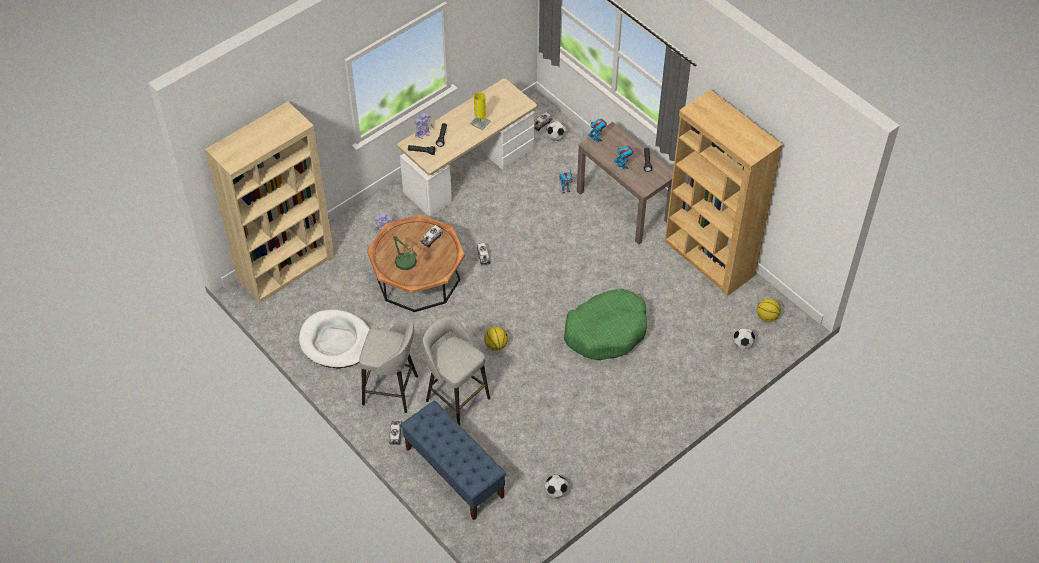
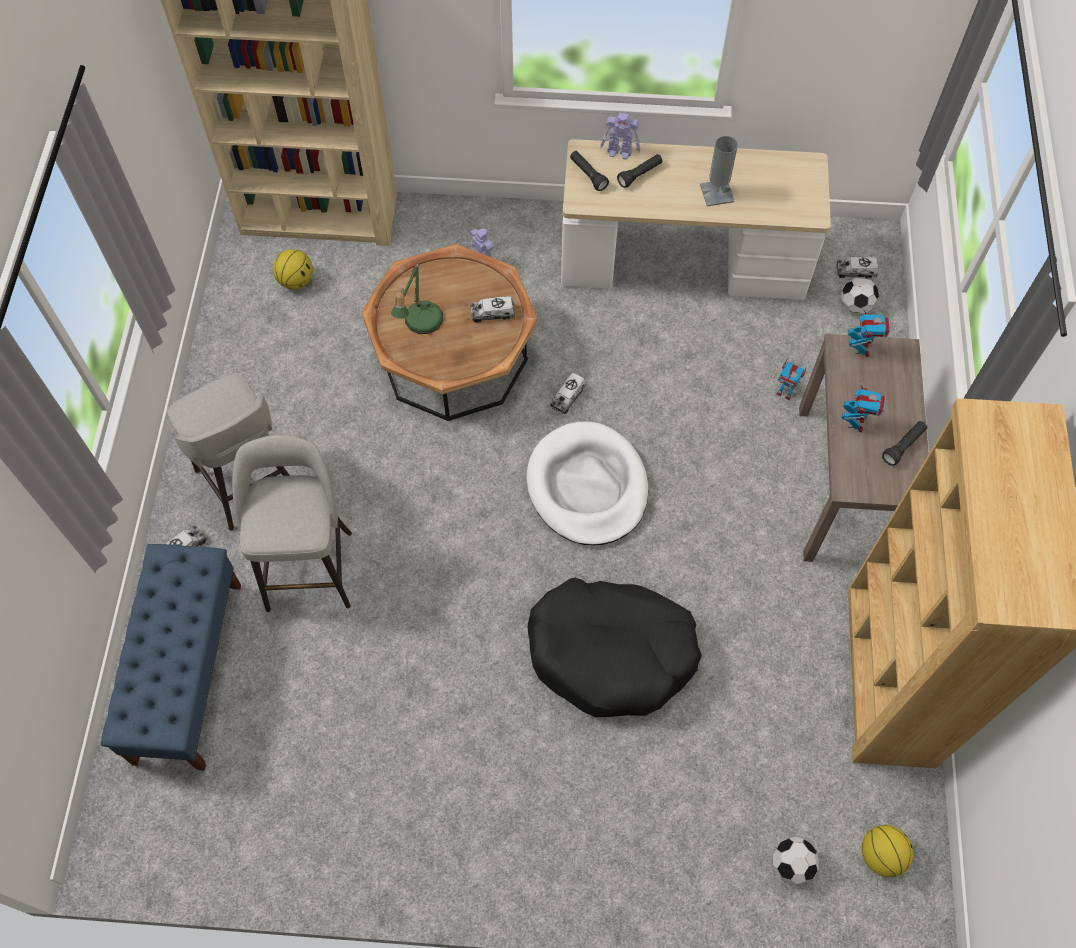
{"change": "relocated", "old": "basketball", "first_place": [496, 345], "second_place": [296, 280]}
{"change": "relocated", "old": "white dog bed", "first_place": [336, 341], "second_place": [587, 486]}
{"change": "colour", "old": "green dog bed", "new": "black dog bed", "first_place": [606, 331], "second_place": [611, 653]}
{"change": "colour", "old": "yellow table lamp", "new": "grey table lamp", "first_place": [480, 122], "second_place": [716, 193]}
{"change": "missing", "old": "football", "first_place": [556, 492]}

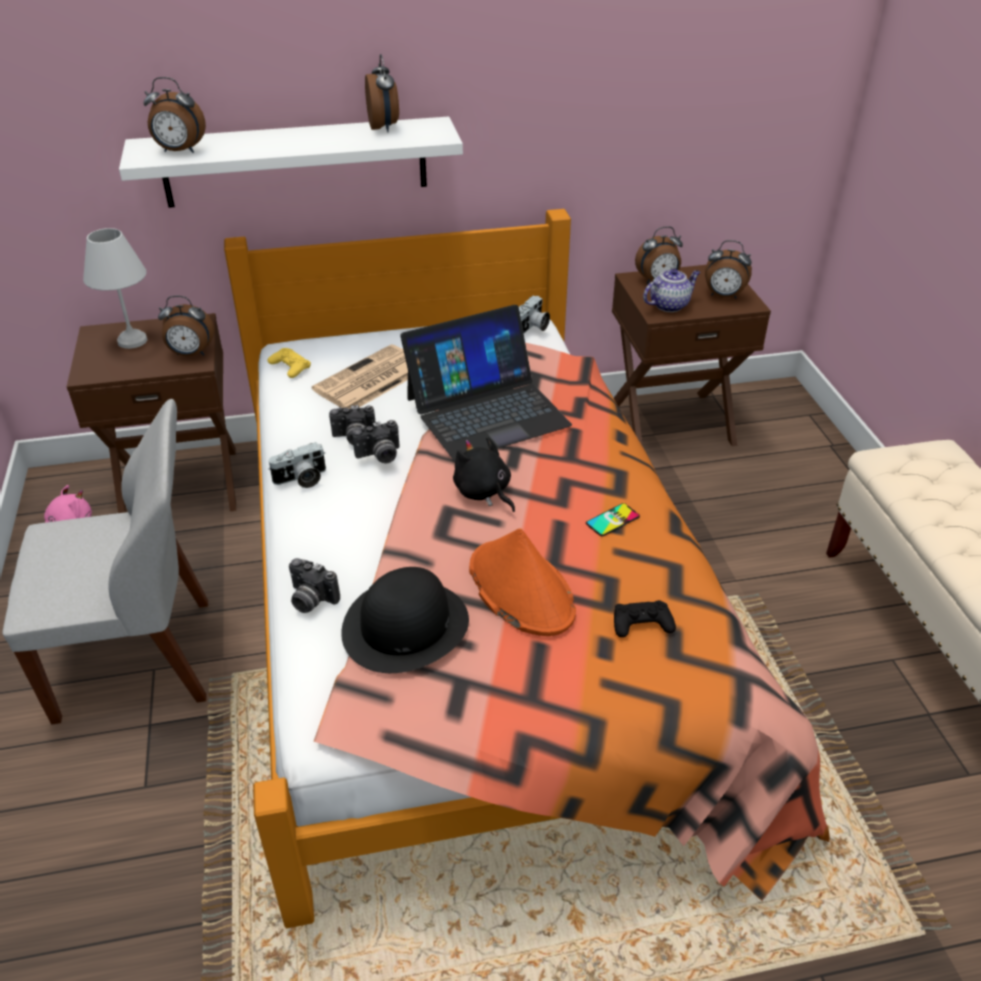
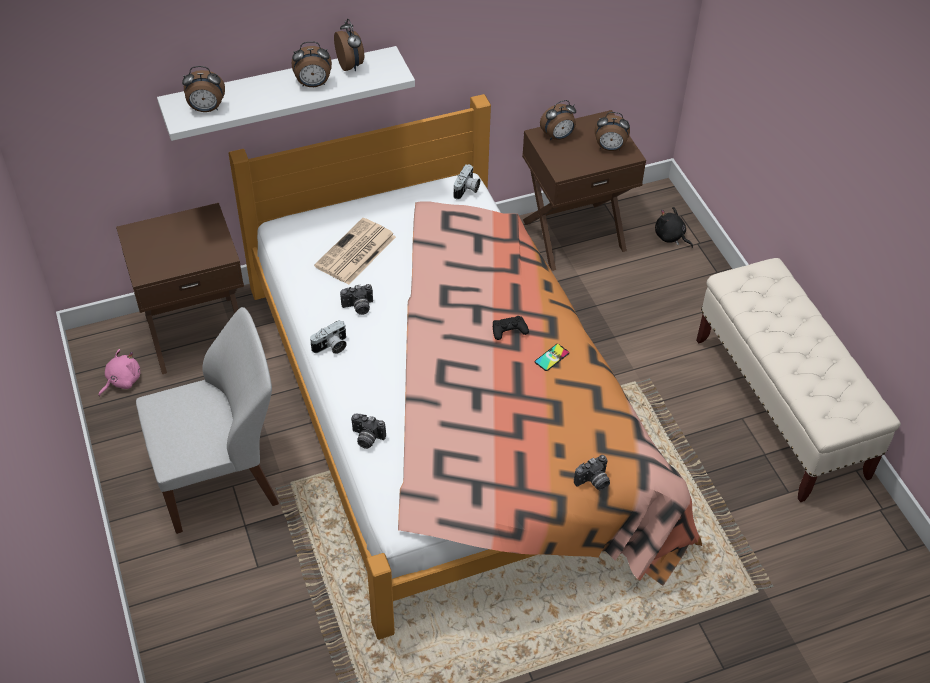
{"change": "relocated", "old": "alarm clock", "first_place": [191, 354], "second_place": [313, 84]}
{"change": "relocated", "old": "black game controller", "first_place": [642, 623], "second_place": [509, 330]}
{"change": "relocated", "old": "photo camera", "first_place": [380, 456], "second_place": [593, 482]}
{"change": "relocated", "old": "black plush toy", "first_place": [483, 492], "second_place": [670, 237]}
{"change": "missing", "old": "white table lamp", "first_place": [133, 340]}
{"change": "missing", "old": "yellow game controller", "first_place": [290, 367]}
{"change": "missing", "old": "black hat", "first_place": [405, 626]}
{"change": "missing", "old": "laptop", "first_place": [486, 411]}
{"change": "missing", "old": "orange hat", "first_place": [520, 589]}
{"change": "missing", "old": "teapot", "first_place": [669, 305]}

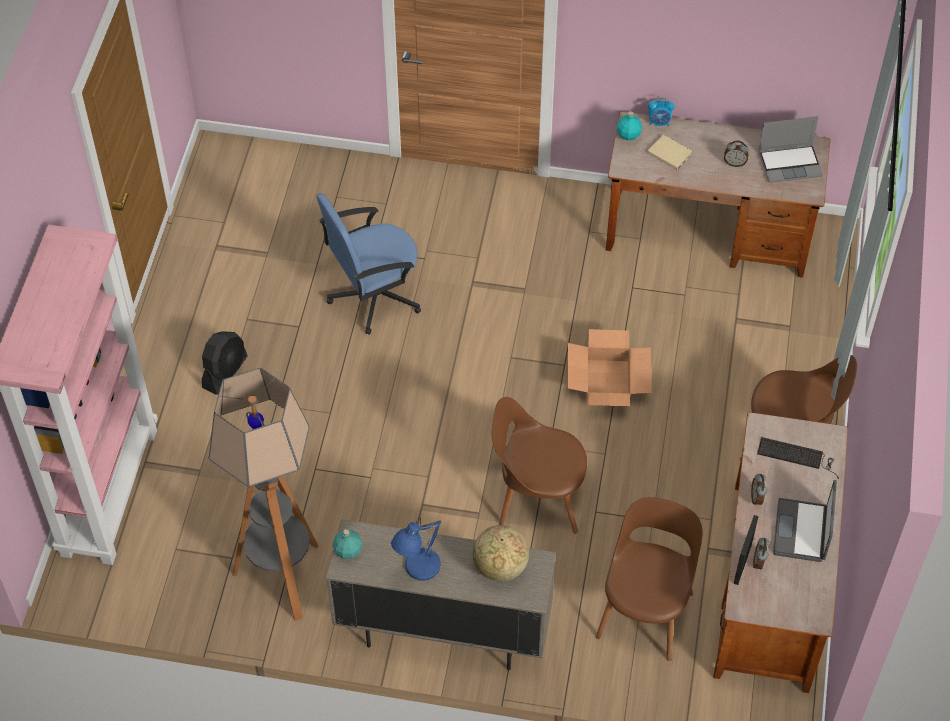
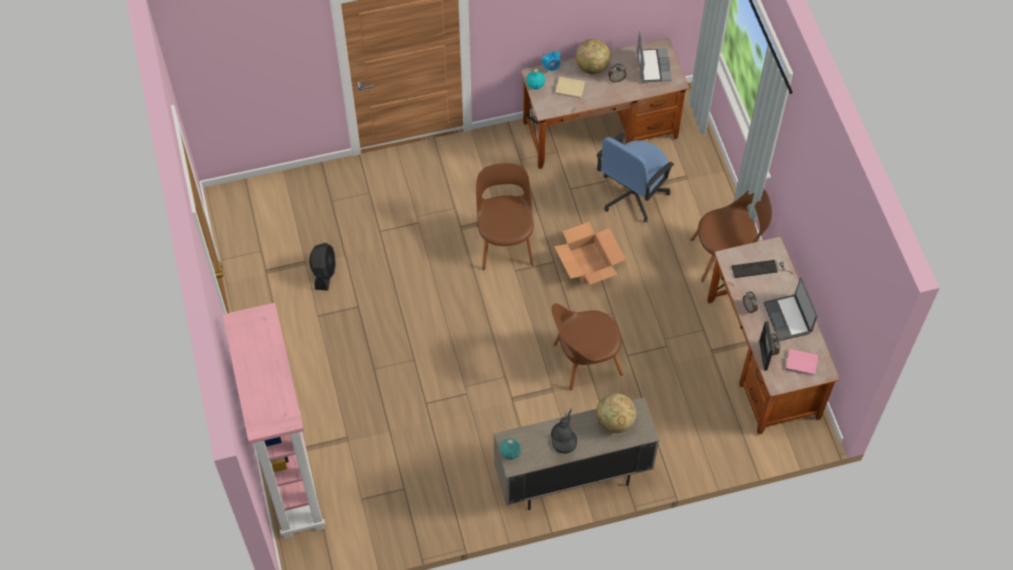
{"change": "relocated", "old": "black fan", "first_place": [225, 372], "second_place": [324, 272]}
{"change": "relocated", "old": "brown chair", "first_place": [646, 610], "second_place": [505, 241]}
{"change": "colour", "old": "blue table lamp", "new": "grey table lamp", "first_place": [419, 568], "second_place": [563, 445]}
{"change": "appeared", "new": "globe", "second_place": [592, 67]}
{"change": "relocated", "old": "blue office chair", "first_place": [373, 296], "second_place": [632, 194]}
{"change": "spun", "old": "laptop", "first_place": [790, 163], "second_place": [652, 66], "degrees": -60}
{"change": "appeared", "new": "pink book", "second_place": [802, 363]}
{"change": "missing", "old": "floor lamp", "first_place": [282, 577]}

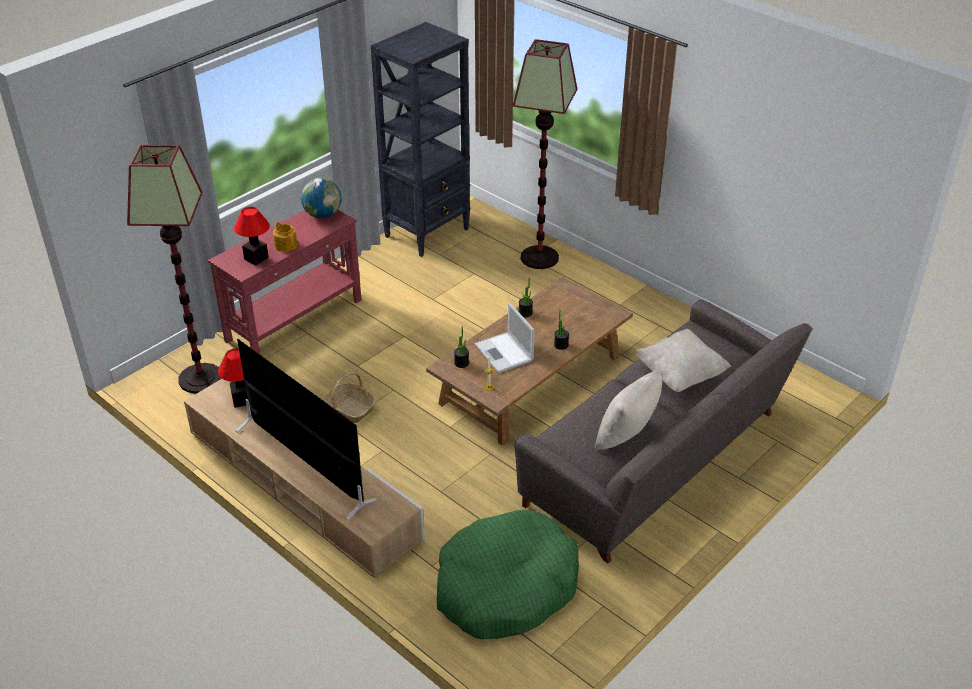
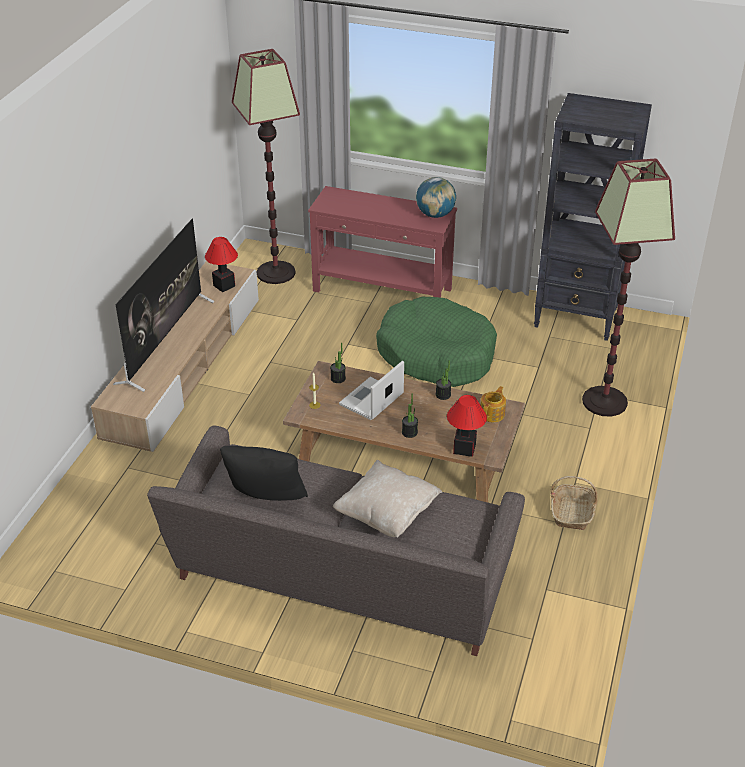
{"change": "colour", "old": "beige pillow", "new": "black pillow", "first_place": [627, 436], "second_place": [266, 499]}
{"change": "relocated", "old": "green dog bed", "first_place": [505, 587], "second_place": [436, 354]}
{"change": "relocated", "old": "table lamp", "first_place": [256, 258], "second_place": [464, 449]}
{"change": "relocated", "old": "teapot", "first_place": [286, 245], "second_place": [492, 414]}
{"change": "relocated", "old": "basket", "first_place": [350, 408], "second_place": [572, 512]}

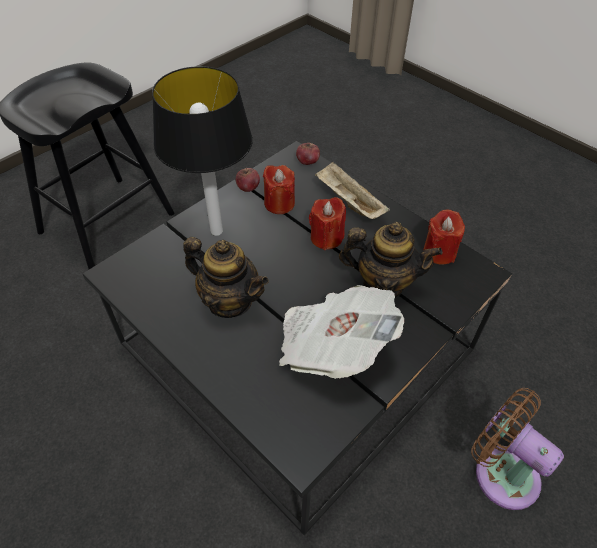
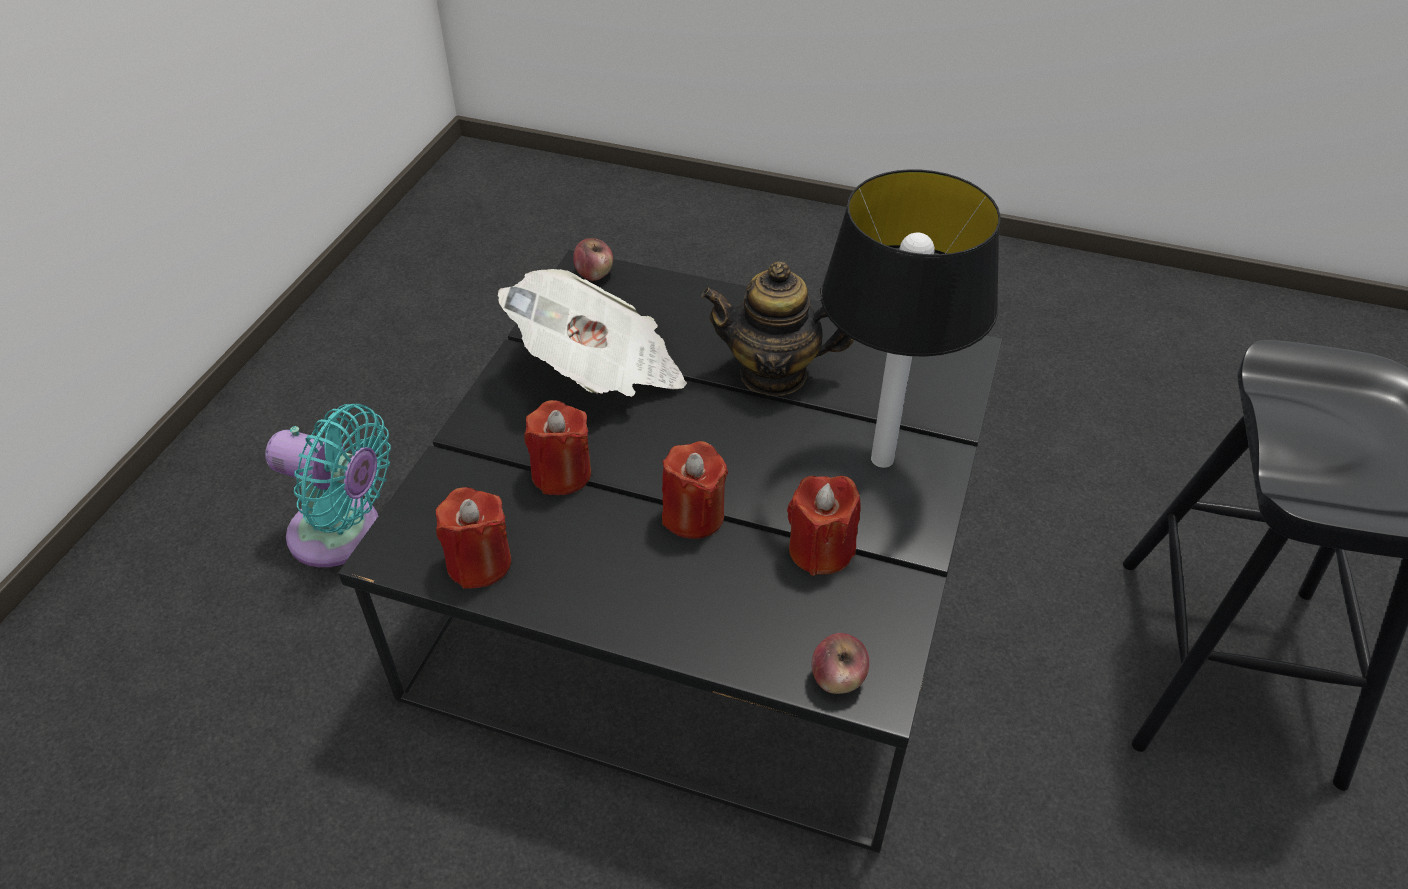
{"change": "colour", "old": "brown fan", "new": "turquoise fan", "first_place": [500, 471], "second_place": [343, 535]}
{"change": "exchanged", "old": "teapot", "new": "red candle", "first_place": [383, 283], "second_place": [561, 474]}
{"change": "relocated", "old": "apple", "first_place": [248, 187], "second_place": [594, 274]}
{"change": "missing", "old": "beige tray", "first_place": [348, 202]}

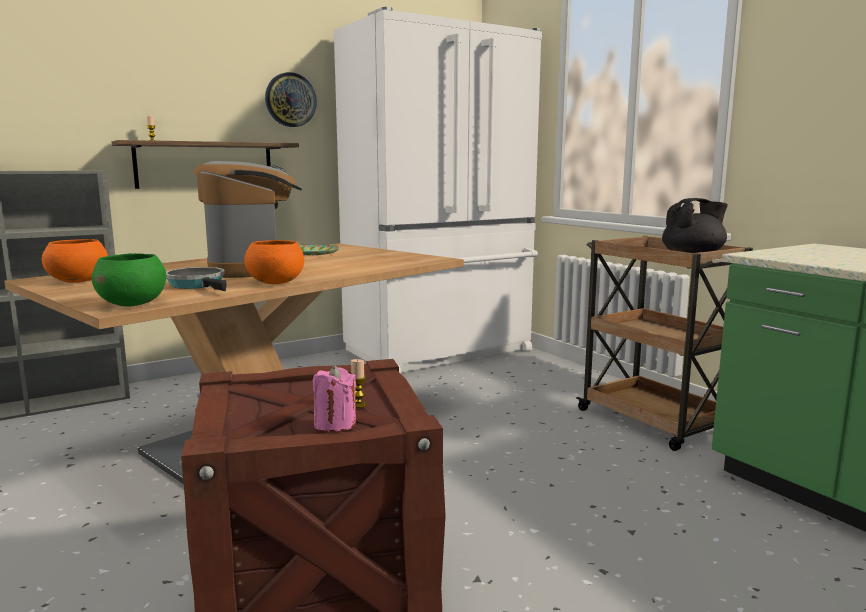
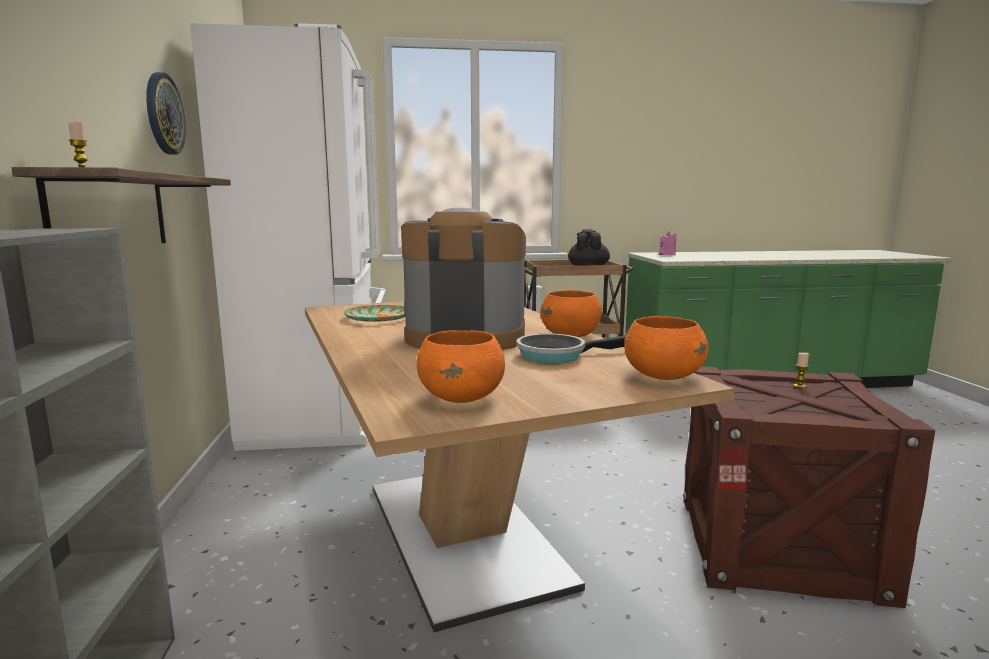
{"change": "colour", "old": "green bowl", "new": "orange bowl", "first_place": [133, 304], "second_place": [663, 376]}
{"change": "relocated", "old": "pink candle", "first_place": [335, 424], "second_place": [667, 255]}

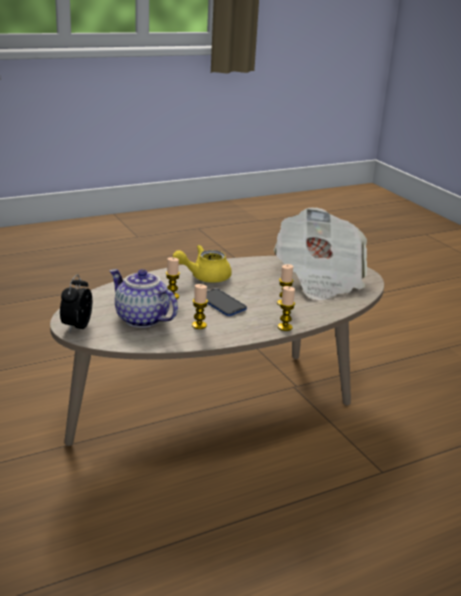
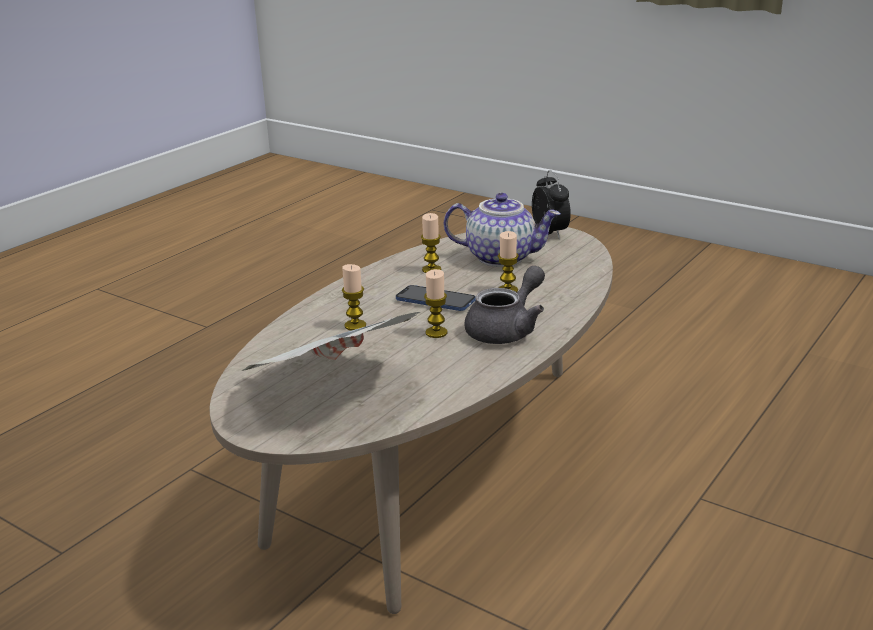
{"change": "relocated", "old": "candle", "first_place": [285, 327], "second_place": [436, 333]}
{"change": "colour", "old": "yellow teapot", "new": "grey teapot", "first_place": [204, 277], "second_place": [507, 330]}

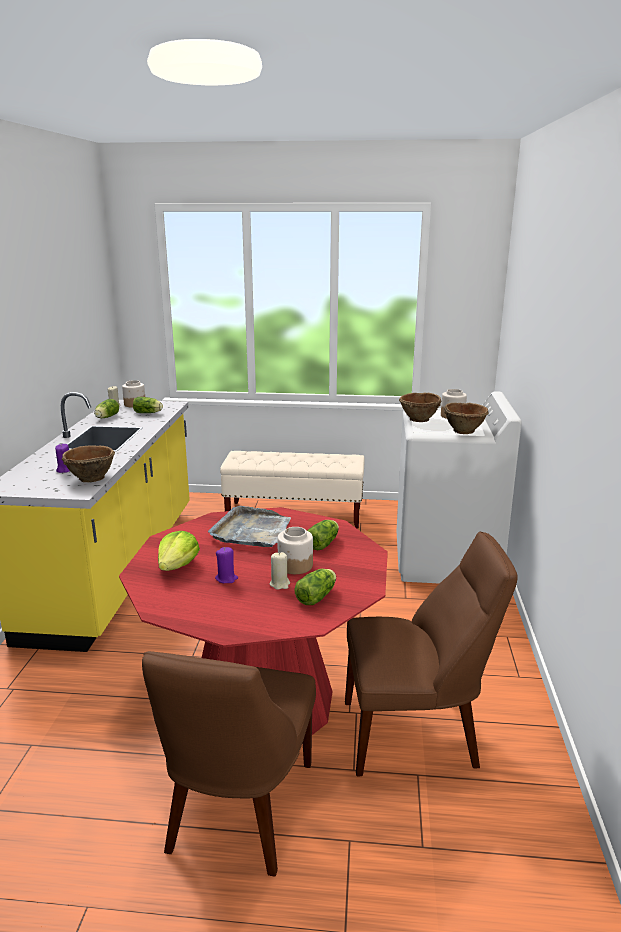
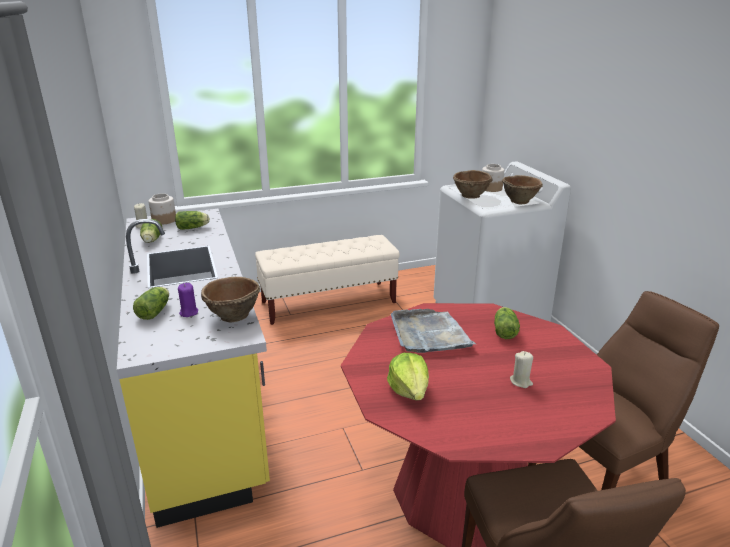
{"change": "relocated", "old": "lettuce", "first_place": [317, 596], "second_place": [155, 311]}
{"change": "missing", "old": "purple candle", "first_place": [226, 578]}
{"change": "missing", "old": "jar", "first_place": [295, 565]}

